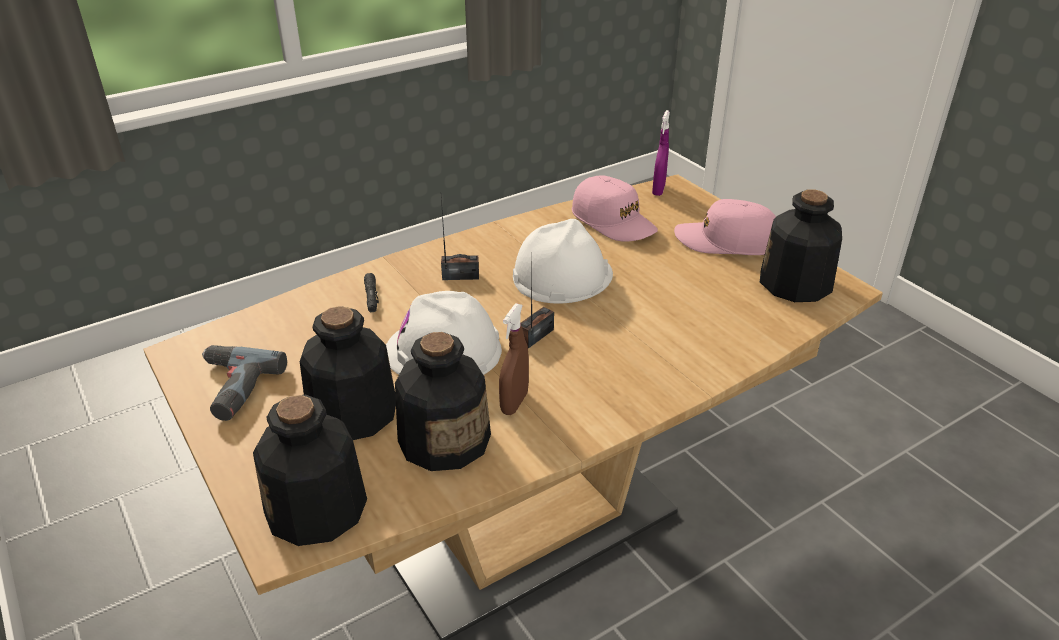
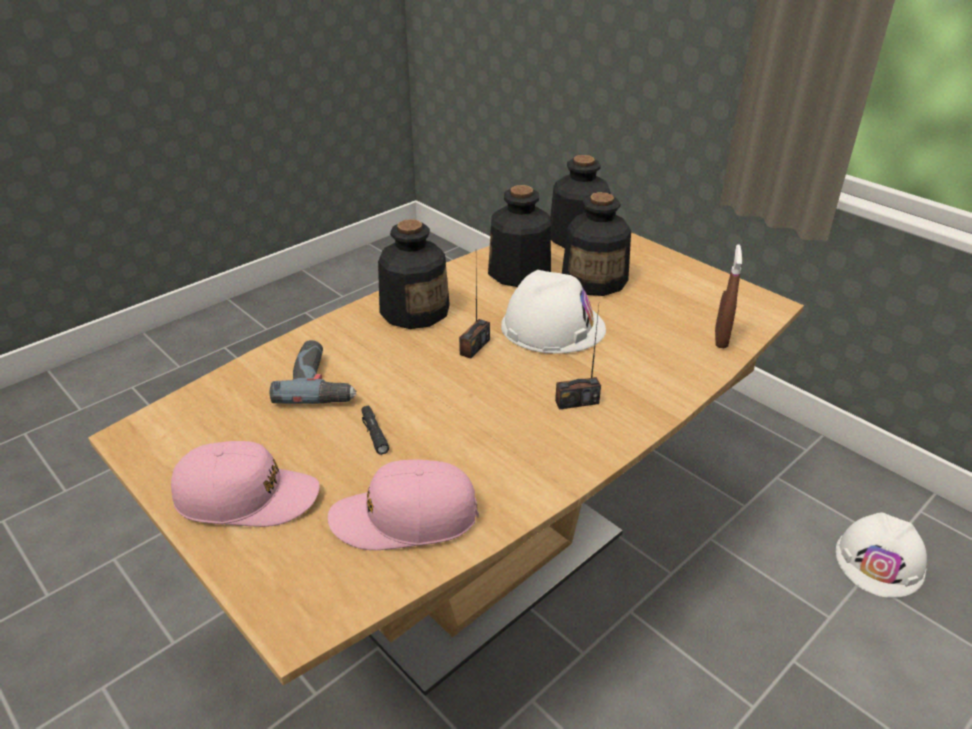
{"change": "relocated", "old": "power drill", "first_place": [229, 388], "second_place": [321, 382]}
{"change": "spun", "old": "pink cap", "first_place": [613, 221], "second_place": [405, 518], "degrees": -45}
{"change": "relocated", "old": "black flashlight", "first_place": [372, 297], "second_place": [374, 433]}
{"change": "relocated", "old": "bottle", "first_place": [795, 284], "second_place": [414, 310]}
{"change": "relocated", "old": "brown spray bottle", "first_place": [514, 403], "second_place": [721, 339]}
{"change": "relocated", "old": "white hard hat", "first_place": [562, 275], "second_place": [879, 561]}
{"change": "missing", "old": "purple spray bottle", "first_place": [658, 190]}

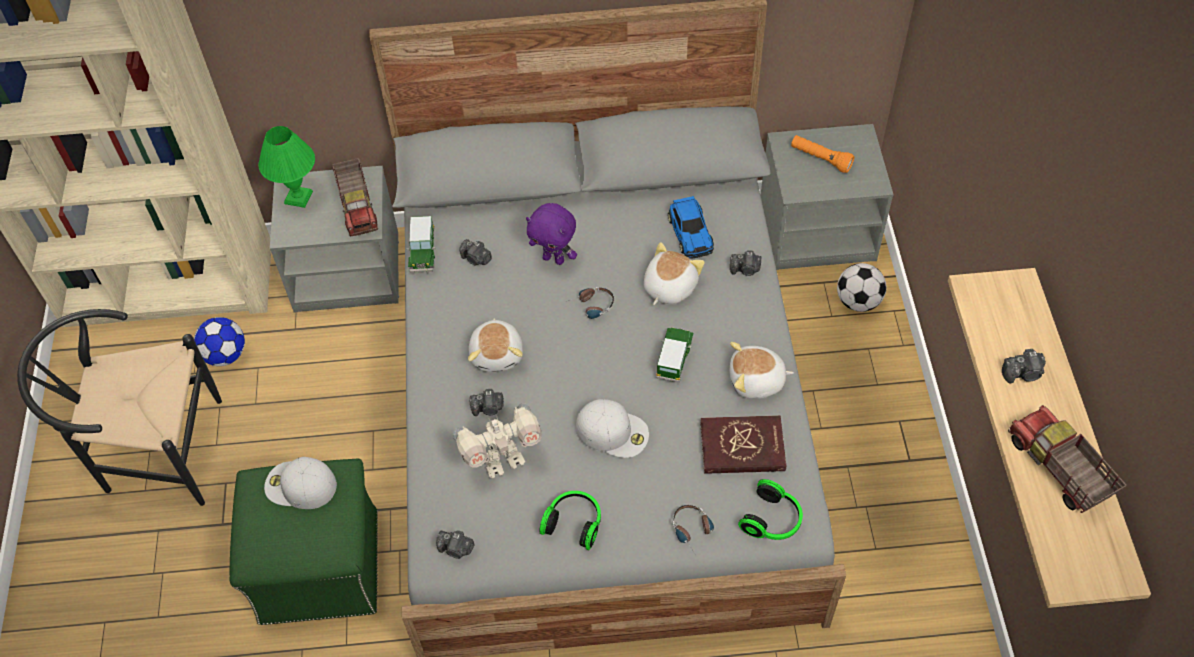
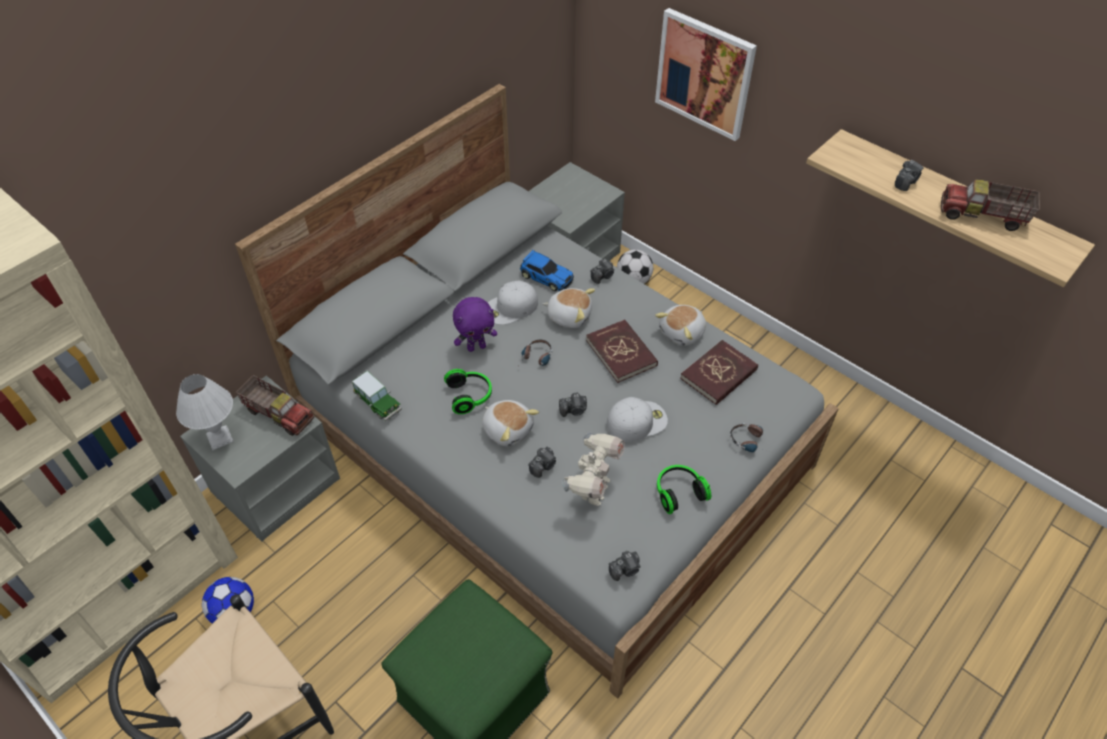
{"change": "colour", "old": "green table lamp", "new": "white table lamp", "first_place": [297, 197], "second_place": [219, 439]}
{"change": "relocated", "old": "headphones", "first_place": [773, 520], "second_place": [470, 396]}
{"change": "relocated", "old": "white cap", "first_place": [299, 486], "second_place": [511, 307]}
{"change": "spun", "old": "plush toy", "first_place": [668, 287], "second_place": [569, 315], "degrees": 120}
{"change": "relocated", "old": "photo camera", "first_place": [476, 259], "second_place": [574, 410]}
{"change": "exchanged", "old": "toy car", "new": "red book", "first_place": [674, 358], "second_place": [621, 353]}
{"change": "appeared", "new": "picture", "second_place": [704, 74]}
{"change": "missing", "old": "orange flashlight", "first_place": [820, 159]}

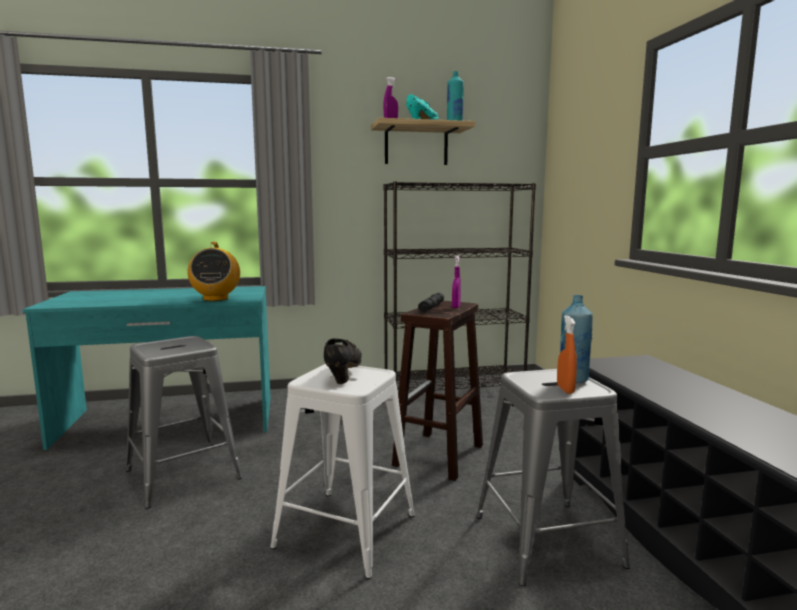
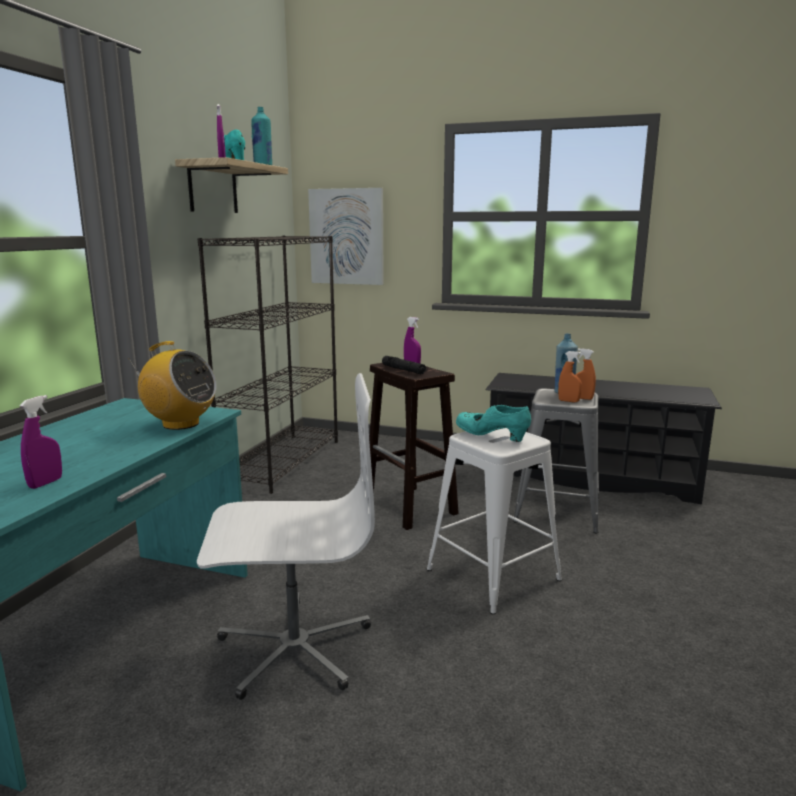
{"change": "appeared", "new": "purple spray bottle", "second_place": [45, 483]}
{"change": "exchanged", "old": "grey stool", "new": "white office chair", "first_place": [183, 474], "second_place": [294, 647]}
{"change": "appeared", "new": "picture", "second_place": [347, 236]}
{"change": "colour", "old": "black shoe", "new": "turquoise shoe", "first_place": [342, 373], "second_place": [492, 437]}
{"change": "appeared", "new": "orange spray bottle", "second_place": [568, 401]}

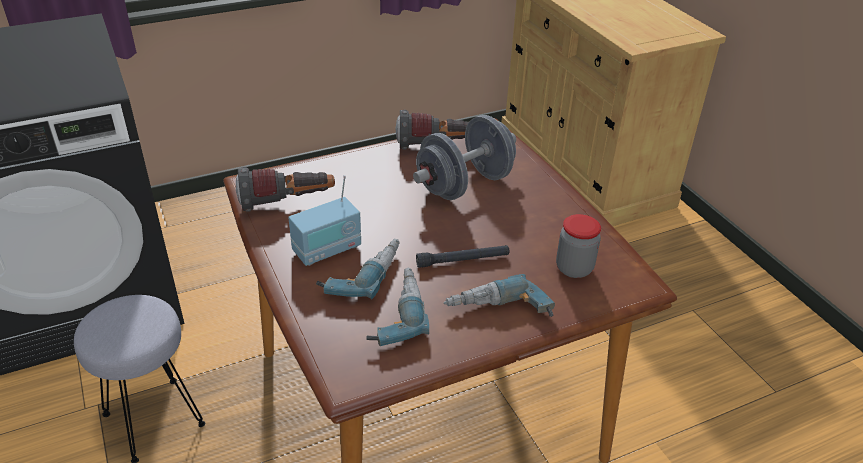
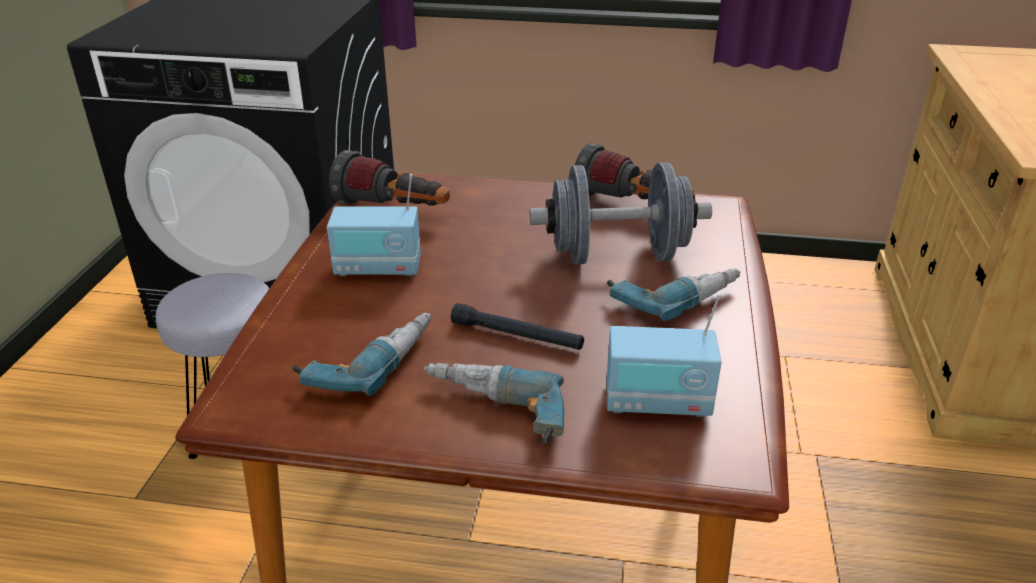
{"change": "exchanged", "old": "jar", "new": "radio", "first_place": [574, 268], "second_place": [657, 402]}
{"change": "relocated", "old": "power drill", "first_place": [361, 273], "second_place": [673, 295]}

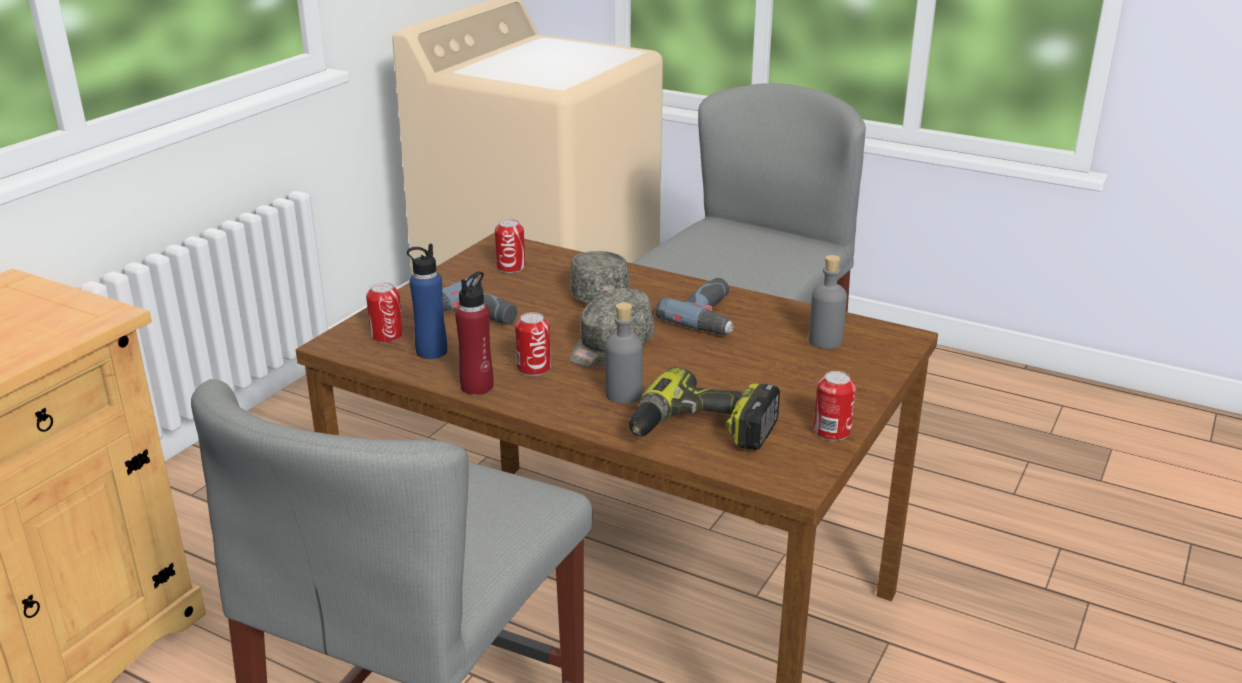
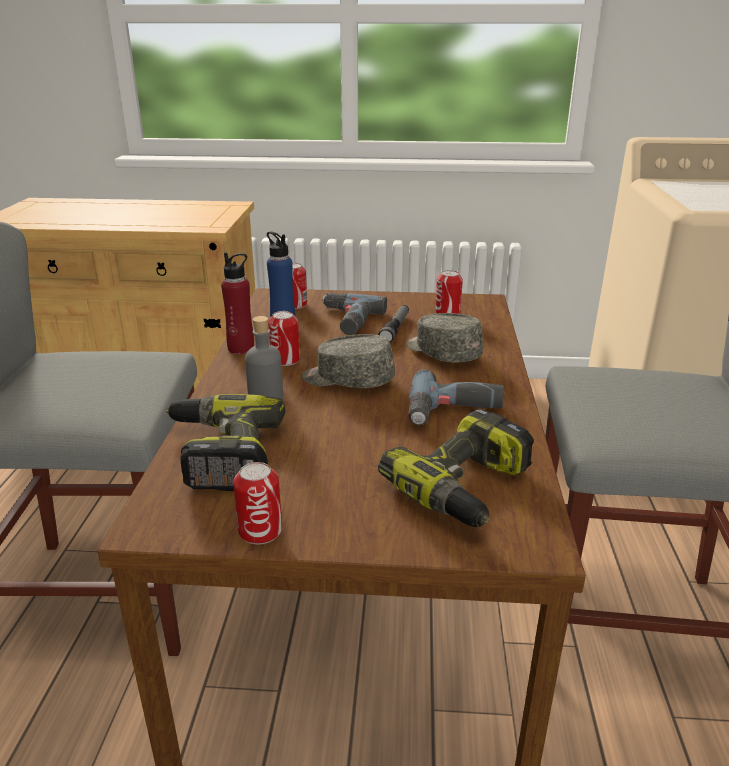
{"change": "appeared", "new": "flashlight", "second_place": [395, 329]}
{"change": "exchanged", "old": "grey bottle", "new": "power drill", "first_place": [825, 341], "second_place": [467, 488]}
{"change": "spun", "old": "grey cap", "first_place": [597, 292], "second_place": [442, 352], "degrees": -90}

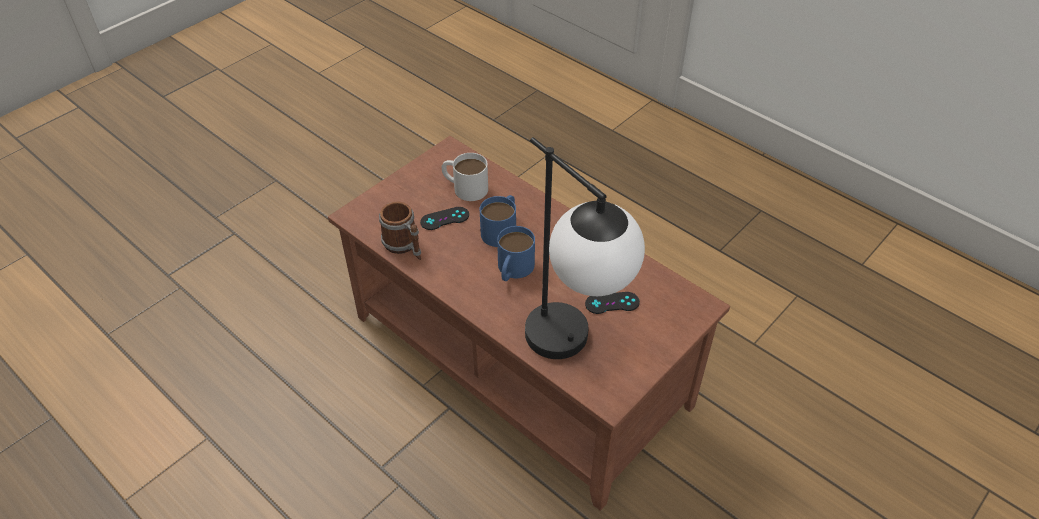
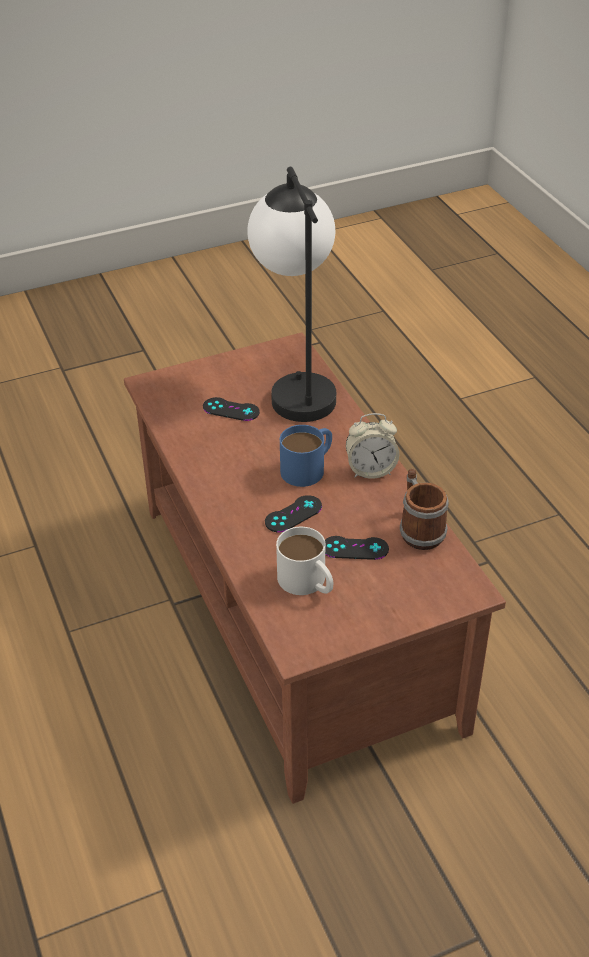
{"change": "exchanged", "old": "blue mug", "new": "black game controller", "first_place": [502, 229], "second_place": [293, 514]}
{"change": "appeared", "new": "alarm clock", "second_place": [371, 470]}

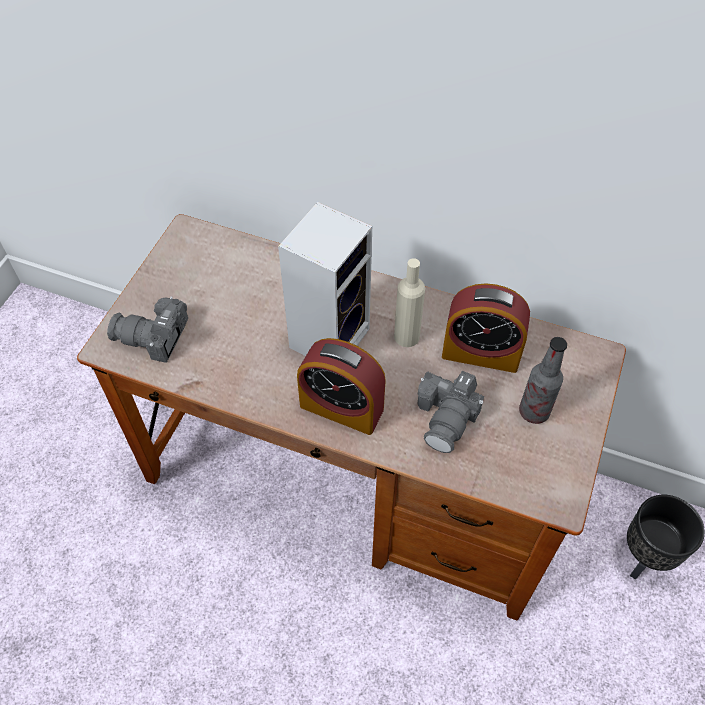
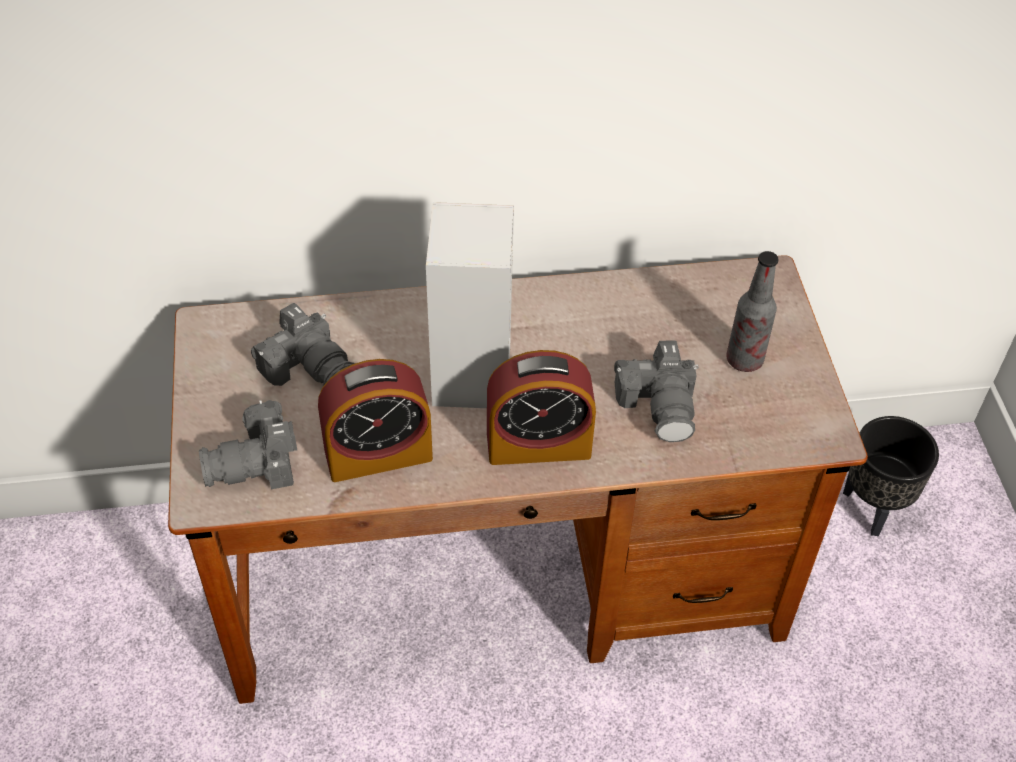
{"change": "appeared", "new": "photo camera", "second_place": [309, 366]}
{"change": "relocated", "old": "alarm clock", "first_place": [481, 352], "second_place": [378, 454]}
{"change": "missing", "old": "beige bottle", "first_place": [406, 336]}

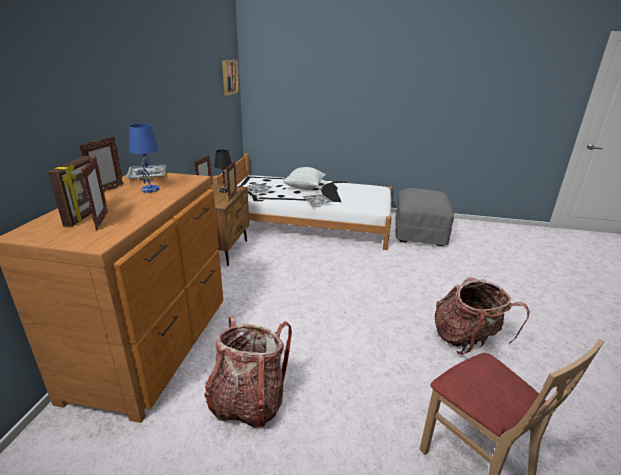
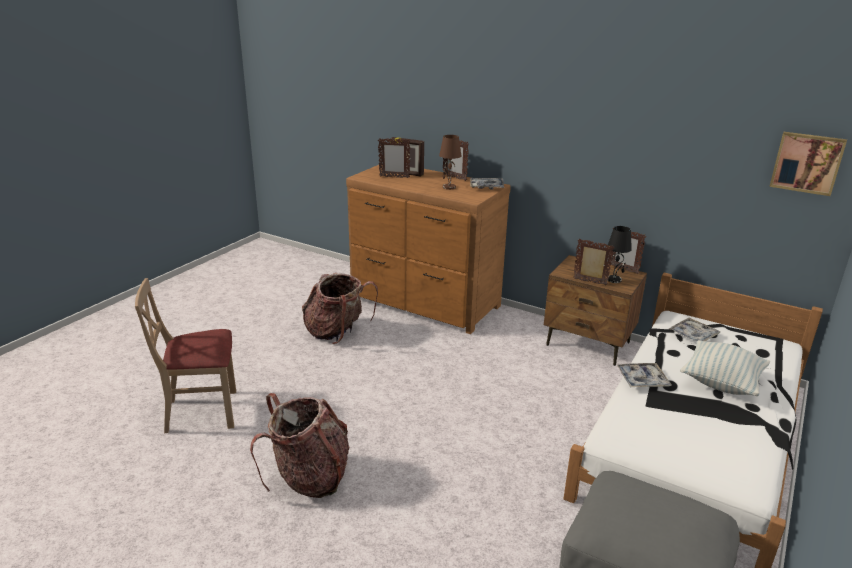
{"change": "colour", "old": "blue table lamp", "new": "brown table lamp", "first_place": [150, 190], "second_place": [448, 187]}

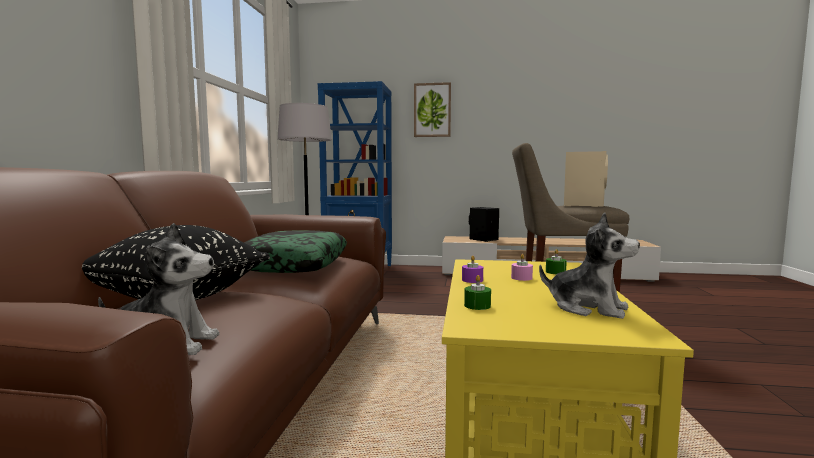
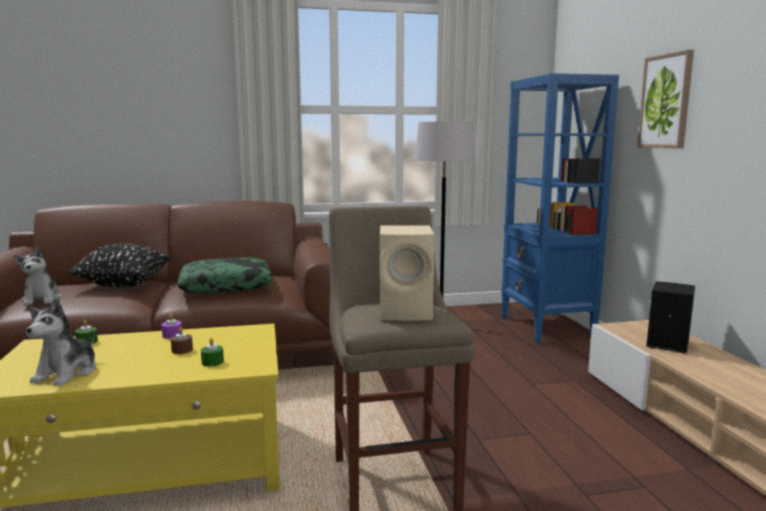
{"change": "colour", "old": "pink candle", "new": "brown candle", "first_place": [521, 278], "second_place": [182, 350]}

